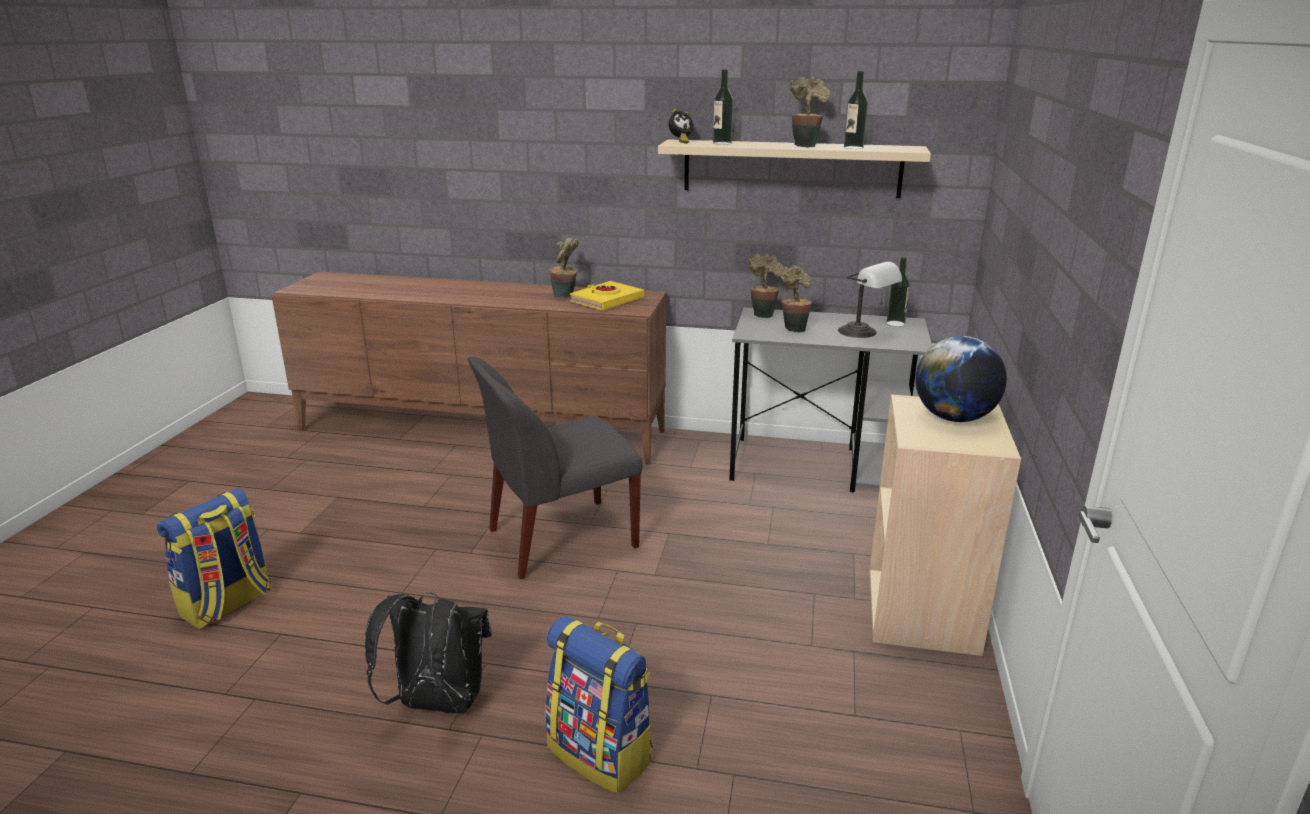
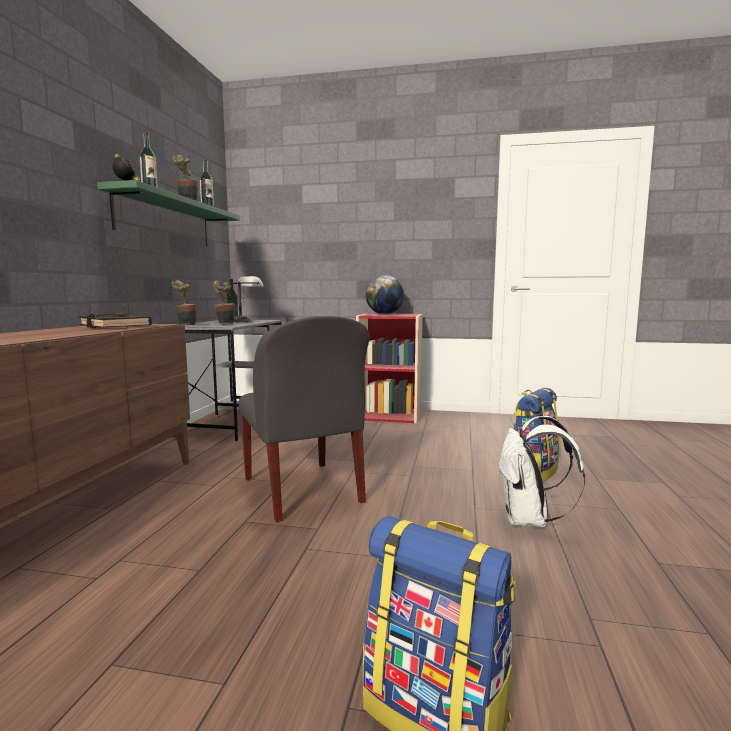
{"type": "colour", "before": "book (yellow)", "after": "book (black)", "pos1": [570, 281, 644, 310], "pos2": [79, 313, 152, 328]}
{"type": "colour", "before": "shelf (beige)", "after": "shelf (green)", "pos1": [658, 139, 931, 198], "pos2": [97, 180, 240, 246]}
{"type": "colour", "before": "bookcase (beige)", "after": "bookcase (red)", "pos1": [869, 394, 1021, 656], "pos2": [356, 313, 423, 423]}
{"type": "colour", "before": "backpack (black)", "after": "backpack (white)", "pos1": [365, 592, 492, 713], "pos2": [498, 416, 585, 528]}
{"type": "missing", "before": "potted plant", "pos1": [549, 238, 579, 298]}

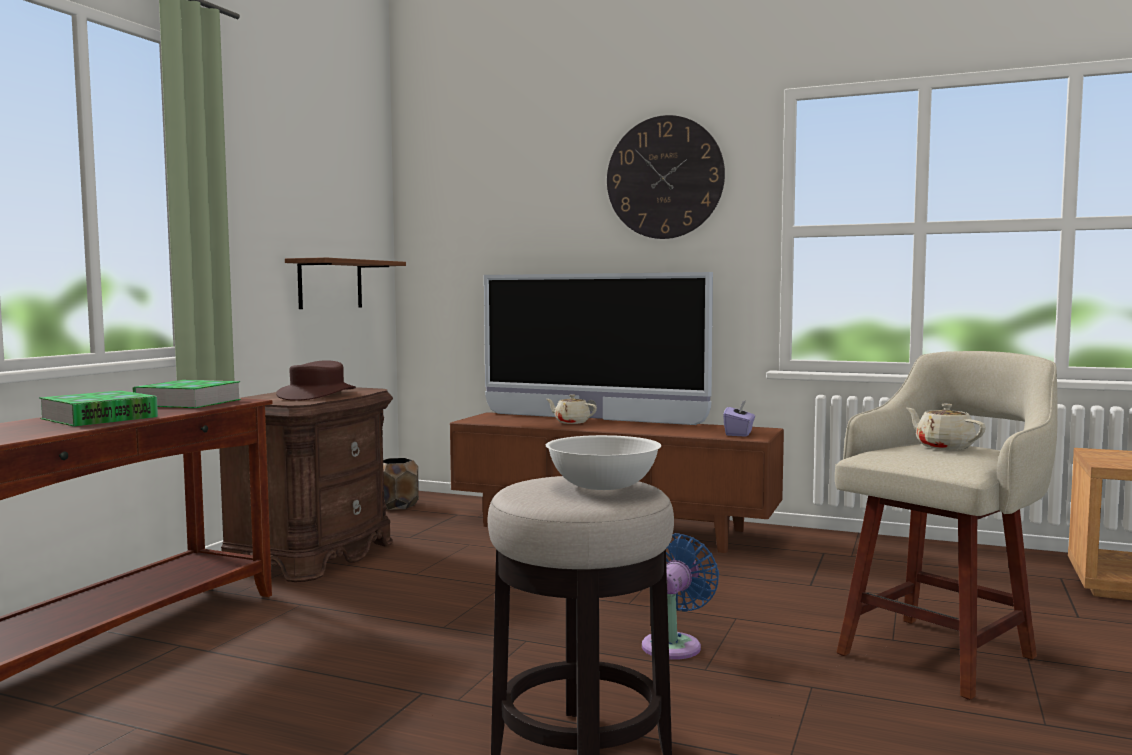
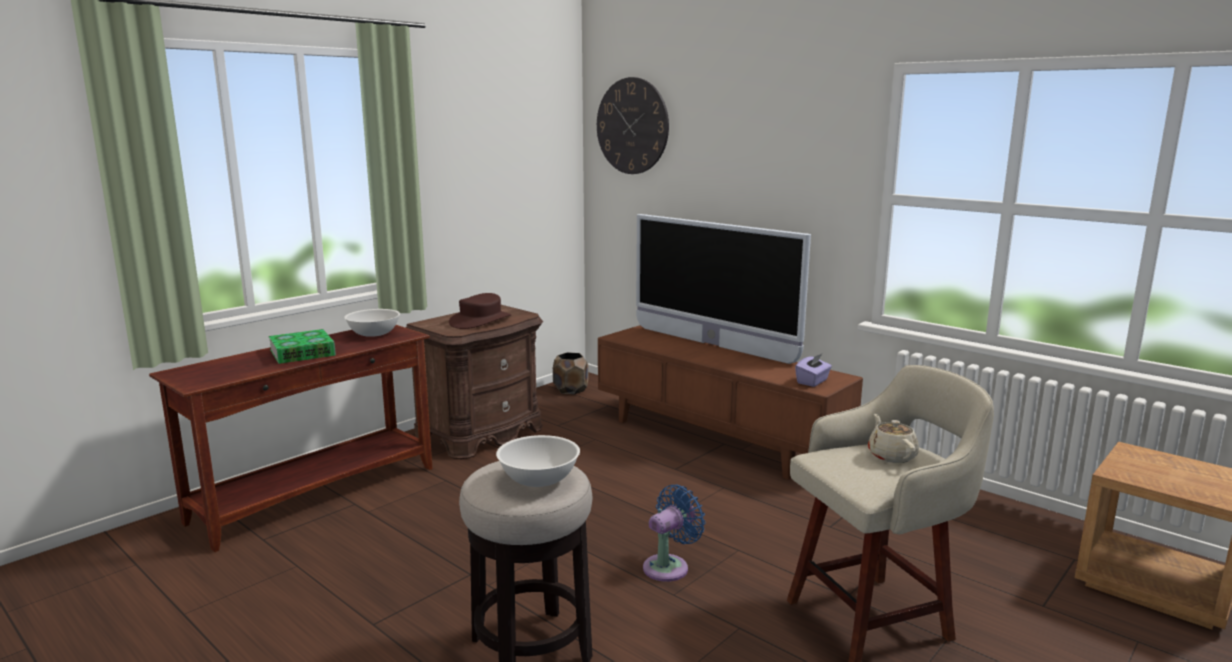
{"type": "exchanged", "before": "book", "after": "bowl (white)", "pos1": [132, 380, 241, 408], "pos2": [344, 309, 400, 337]}
{"type": "relocated", "before": "wall clock", "pos1": [607, 115, 725, 239], "pos2": [597, 77, 669, 174]}
{"type": "missing", "before": "shelf", "pos1": [285, 257, 406, 309]}
{"type": "missing", "before": "teapot (beige)", "pos1": [546, 394, 597, 424]}

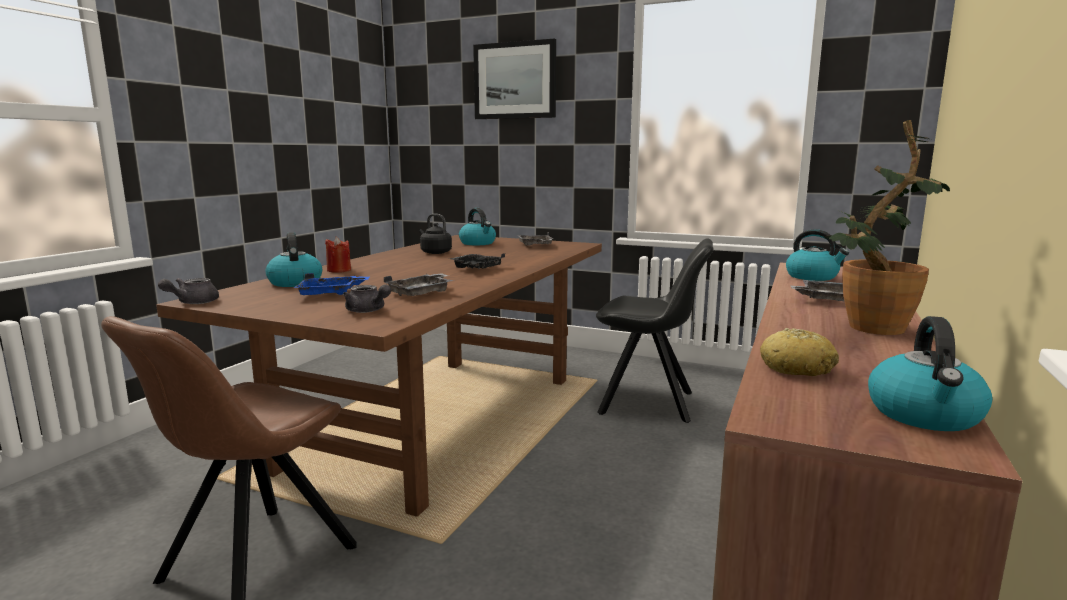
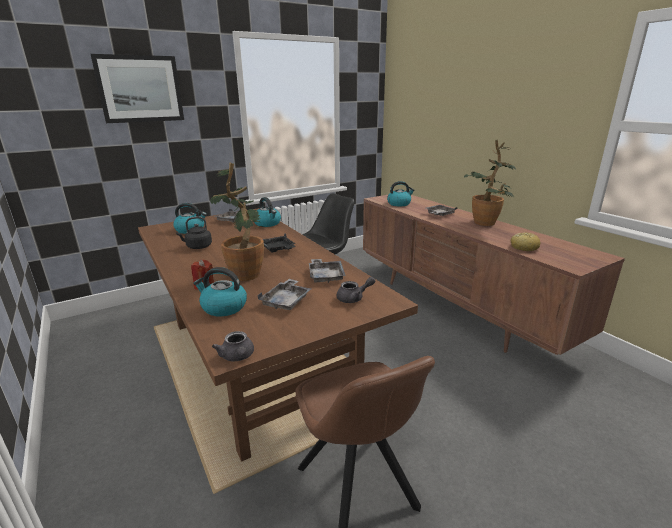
{"type": "appeared", "after": "potted plant", "pos2": [210, 162, 264, 281]}
{"type": "relocated", "before": "kettle", "pos1": [868, 316, 992, 431], "pos2": [254, 197, 281, 227]}
{"type": "colour", "before": "tray (blue)", "after": "tray (grey)", "pos1": [294, 273, 369, 295], "pos2": [257, 279, 311, 310]}

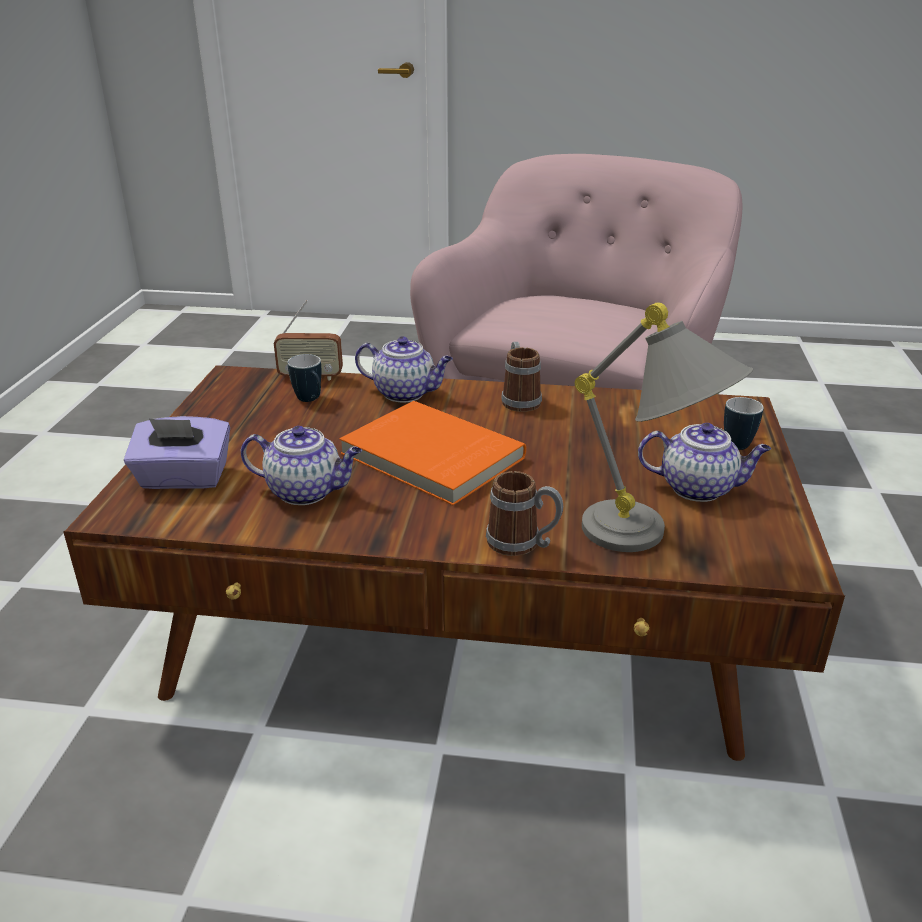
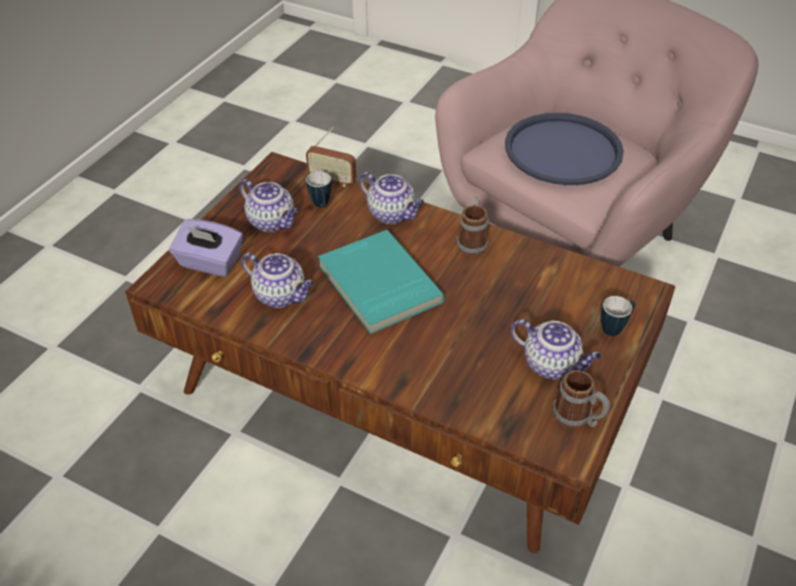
{"type": "appeared", "after": "teapot", "pos2": [240, 179, 298, 232]}
{"type": "colour", "before": "book (orange)", "after": "book (turquoise)", "pos1": [340, 401, 526, 505], "pos2": [318, 230, 445, 334]}
{"type": "appeared", "after": "tray (blue)", "pos2": [505, 113, 624, 185]}
{"type": "relocated", "before": "mug", "pos1": [486, 471, 563, 556], "pos2": [553, 370, 610, 428]}
{"type": "missing", "before": "table lamp (grey)", "pos1": [575, 302, 753, 552]}

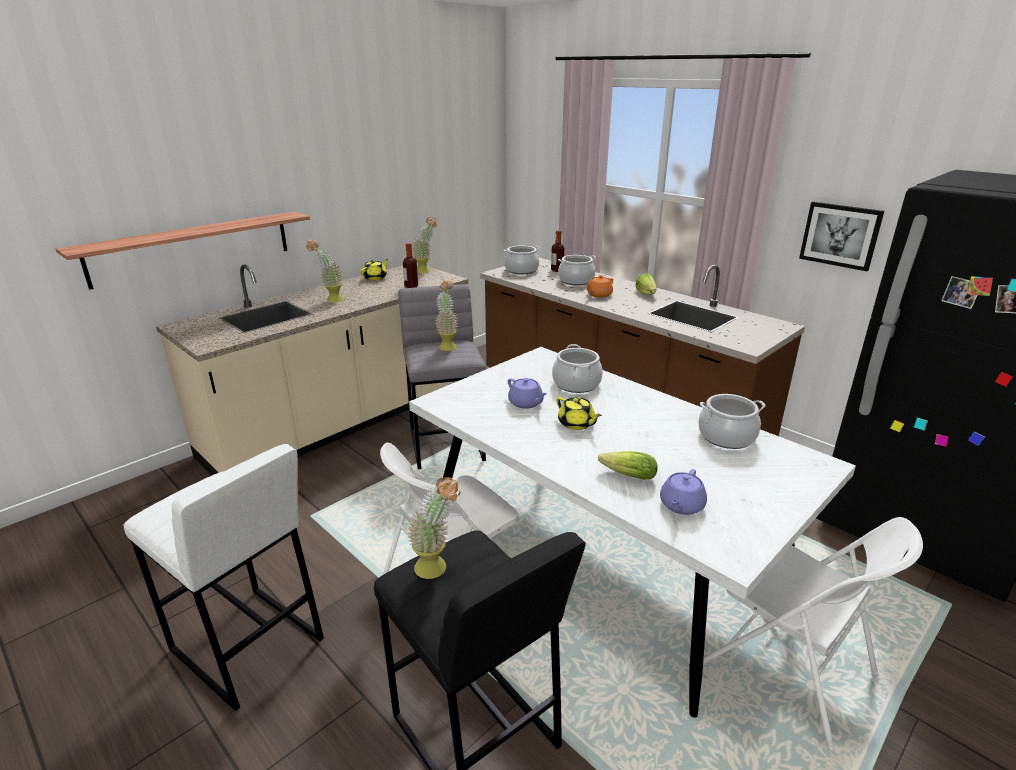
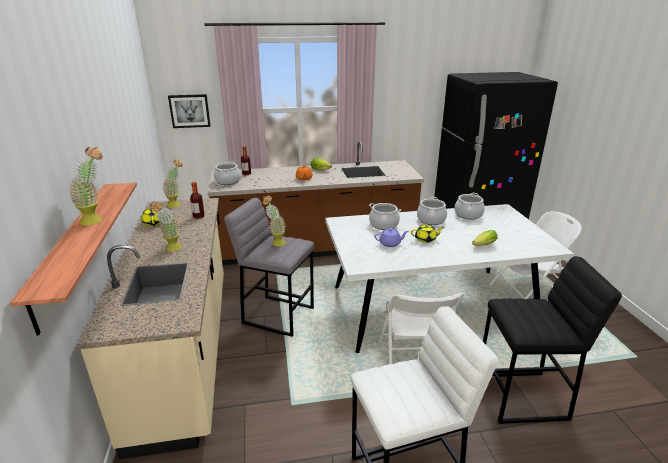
{"type": "relocated", "before": "potted plant", "pos1": [408, 477, 461, 579], "pos2": [69, 147, 103, 225]}
{"type": "relocated", "before": "picture", "pos1": [799, 202, 884, 271], "pos2": [168, 94, 211, 128]}
{"type": "relocated", "before": "cooking pot", "pos1": [558, 255, 596, 286], "pos2": [417, 197, 447, 225]}
{"type": "missing", "before": "teapot (purple)", "pos1": [660, 469, 707, 515]}

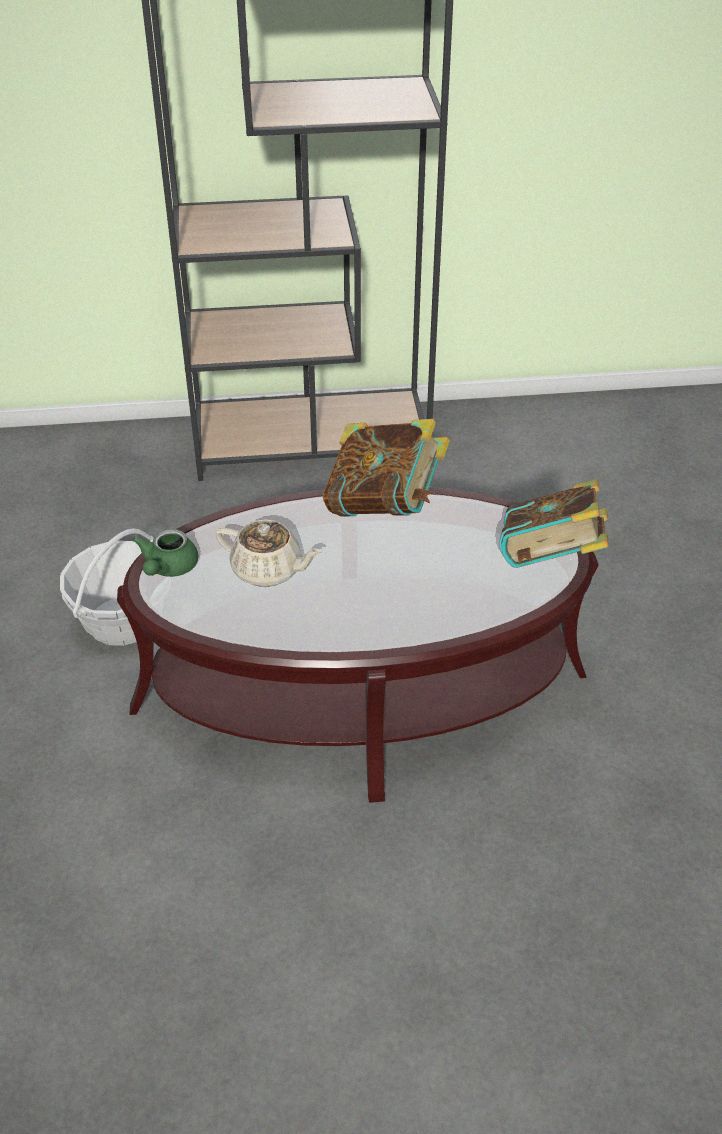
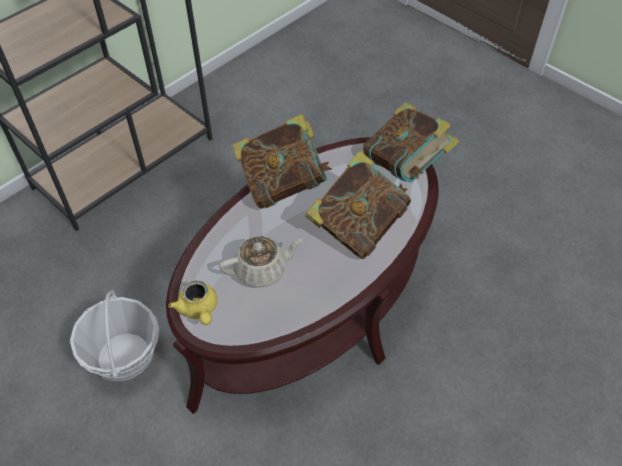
{"type": "colour", "before": "teapot (green)", "after": "teapot (yellow)", "pos1": [133, 529, 198, 577], "pos2": [168, 280, 217, 325]}
{"type": "appeared", "after": "book", "pos2": [305, 151, 411, 259]}

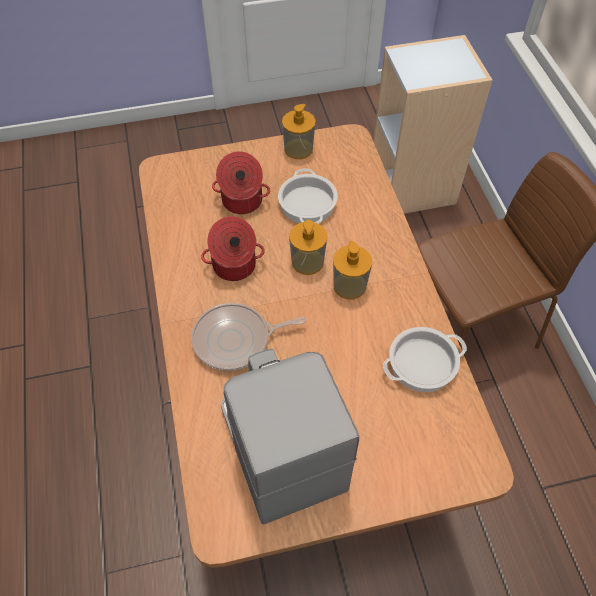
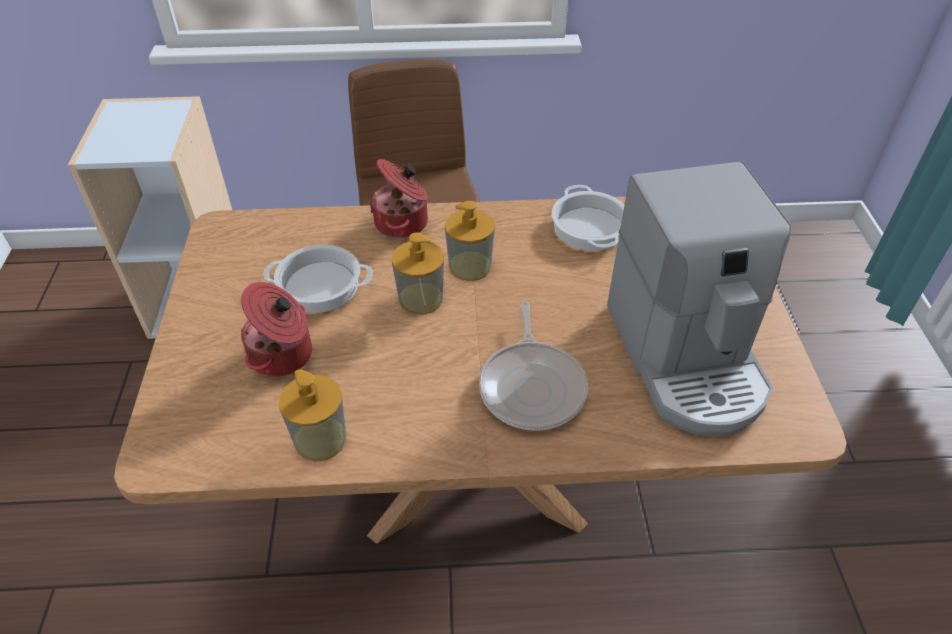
{"type": "relocated", "before": "soap dispenser", "pos1": [282, 104, 316, 159], "pos2": [279, 369, 346, 462]}
{"type": "relocated", "before": "cooking pot", "pos1": [201, 216, 265, 281], "pos2": [370, 159, 428, 238]}
{"type": "spun", "before": "coffee machine", "pos1": [221, 349, 359, 524], "pos2": [607, 162, 792, 437], "turn": -90}

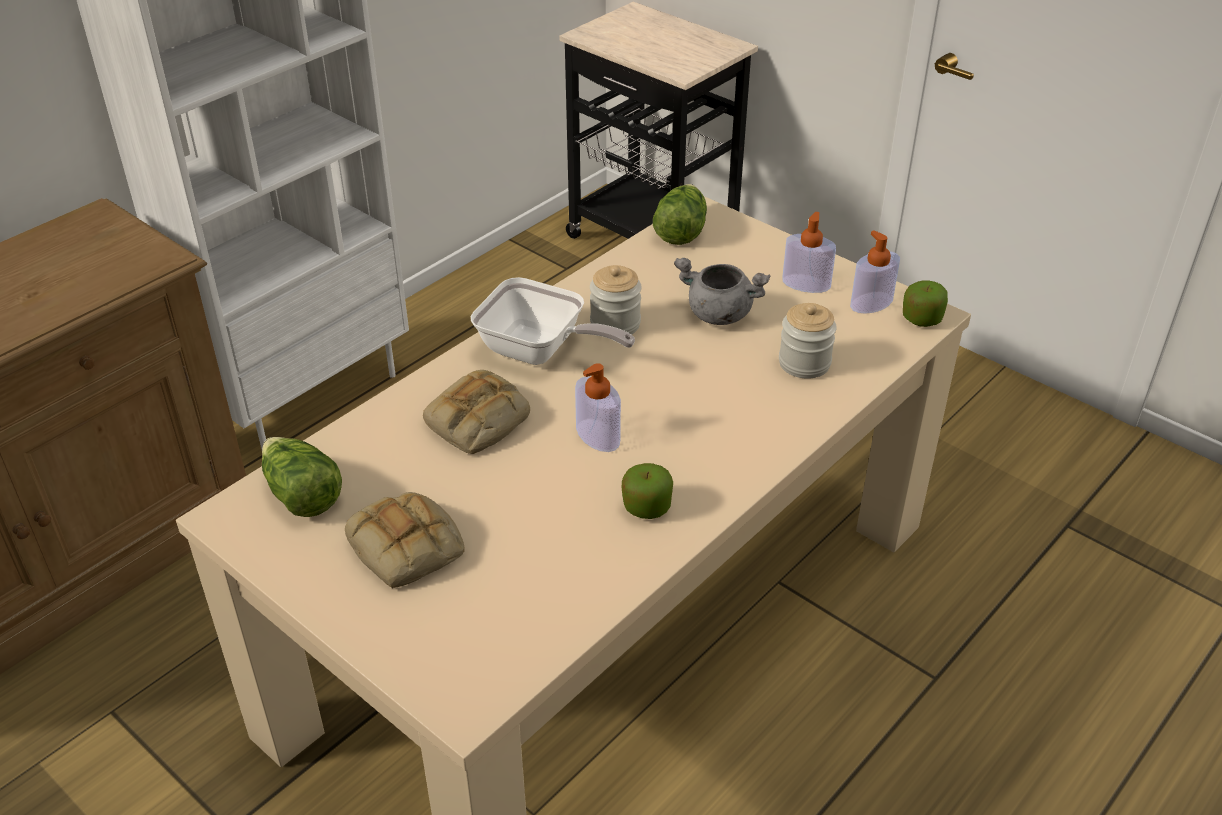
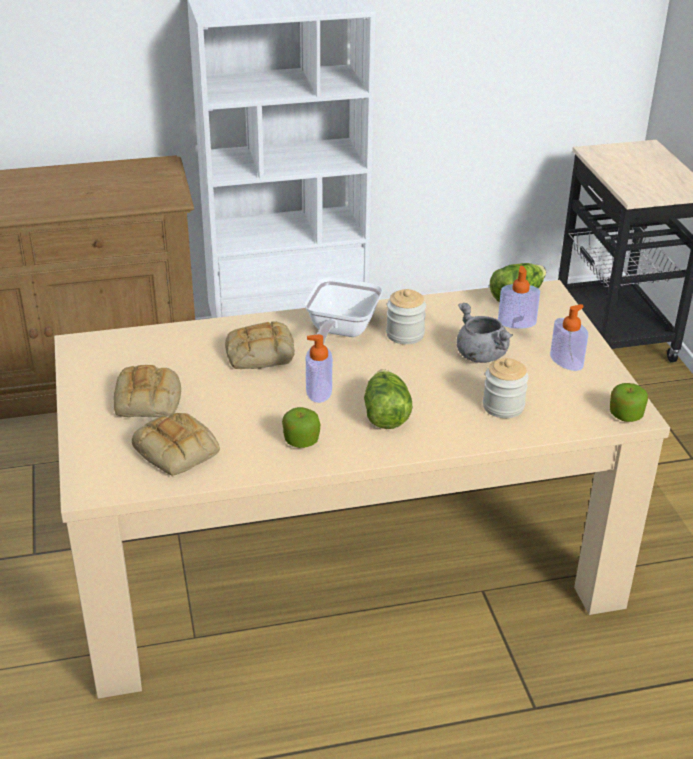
{"type": "appeared", "after": "bread", "pos2": [132, 413, 220, 476]}
{"type": "spun", "before": "frying pan", "pos1": [471, 277, 635, 365], "pos2": [304, 277, 383, 345], "turn": 45}
{"type": "relocated", "before": "lettuce", "pos1": [262, 437, 342, 517], "pos2": [364, 369, 412, 429]}
{"type": "relocated", "before": "soap dispenser", "pos1": [850, 230, 900, 314], "pos2": [498, 266, 540, 329]}

